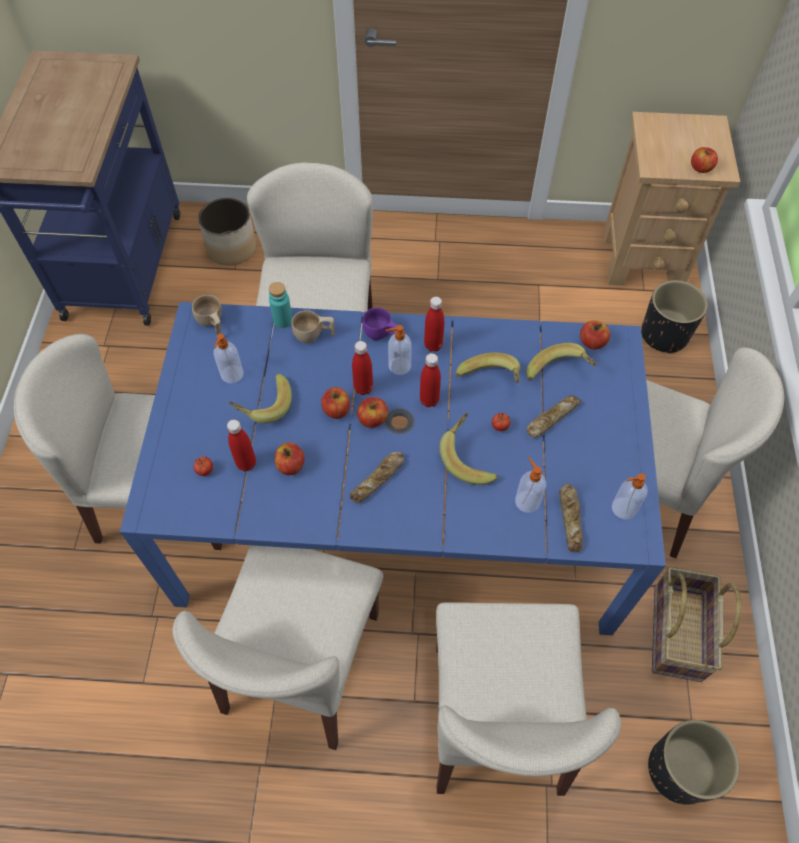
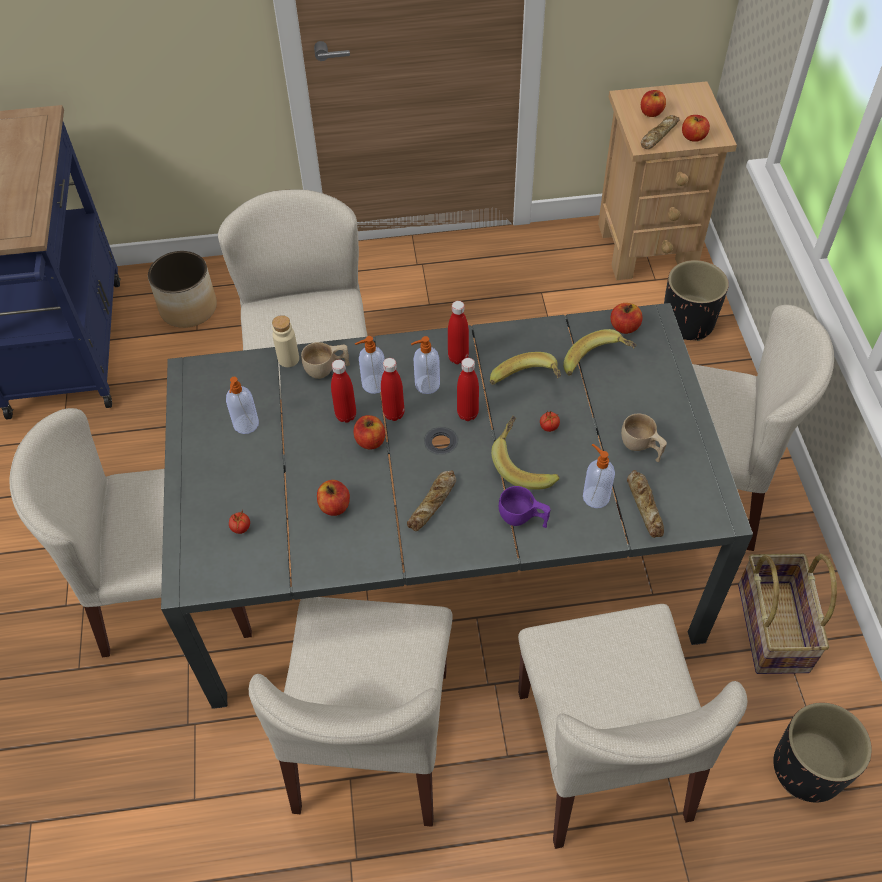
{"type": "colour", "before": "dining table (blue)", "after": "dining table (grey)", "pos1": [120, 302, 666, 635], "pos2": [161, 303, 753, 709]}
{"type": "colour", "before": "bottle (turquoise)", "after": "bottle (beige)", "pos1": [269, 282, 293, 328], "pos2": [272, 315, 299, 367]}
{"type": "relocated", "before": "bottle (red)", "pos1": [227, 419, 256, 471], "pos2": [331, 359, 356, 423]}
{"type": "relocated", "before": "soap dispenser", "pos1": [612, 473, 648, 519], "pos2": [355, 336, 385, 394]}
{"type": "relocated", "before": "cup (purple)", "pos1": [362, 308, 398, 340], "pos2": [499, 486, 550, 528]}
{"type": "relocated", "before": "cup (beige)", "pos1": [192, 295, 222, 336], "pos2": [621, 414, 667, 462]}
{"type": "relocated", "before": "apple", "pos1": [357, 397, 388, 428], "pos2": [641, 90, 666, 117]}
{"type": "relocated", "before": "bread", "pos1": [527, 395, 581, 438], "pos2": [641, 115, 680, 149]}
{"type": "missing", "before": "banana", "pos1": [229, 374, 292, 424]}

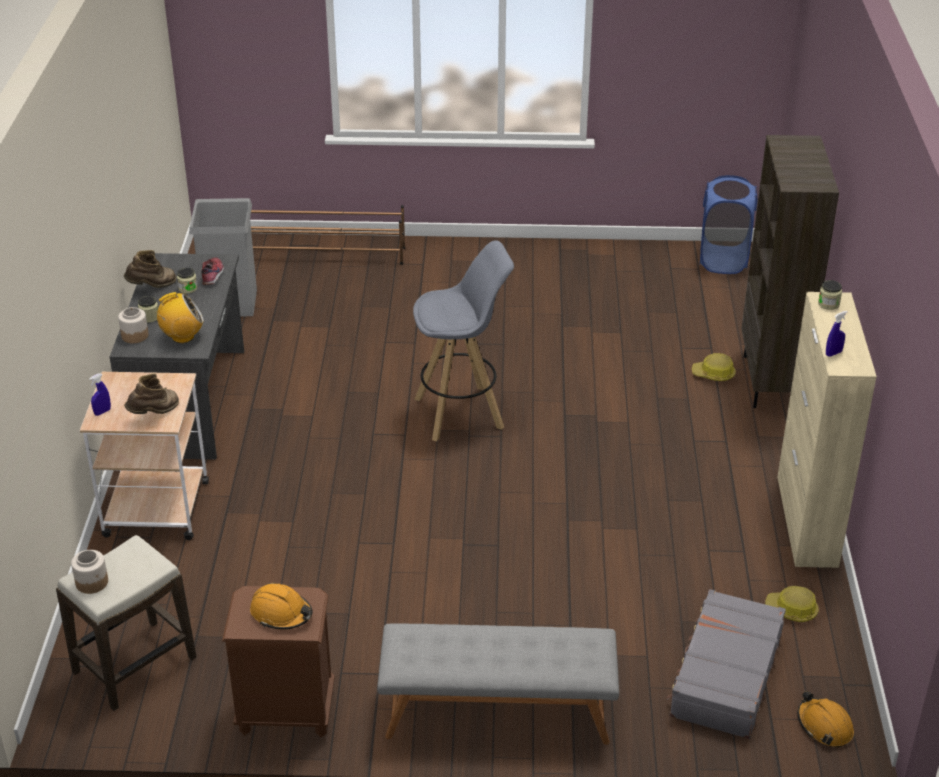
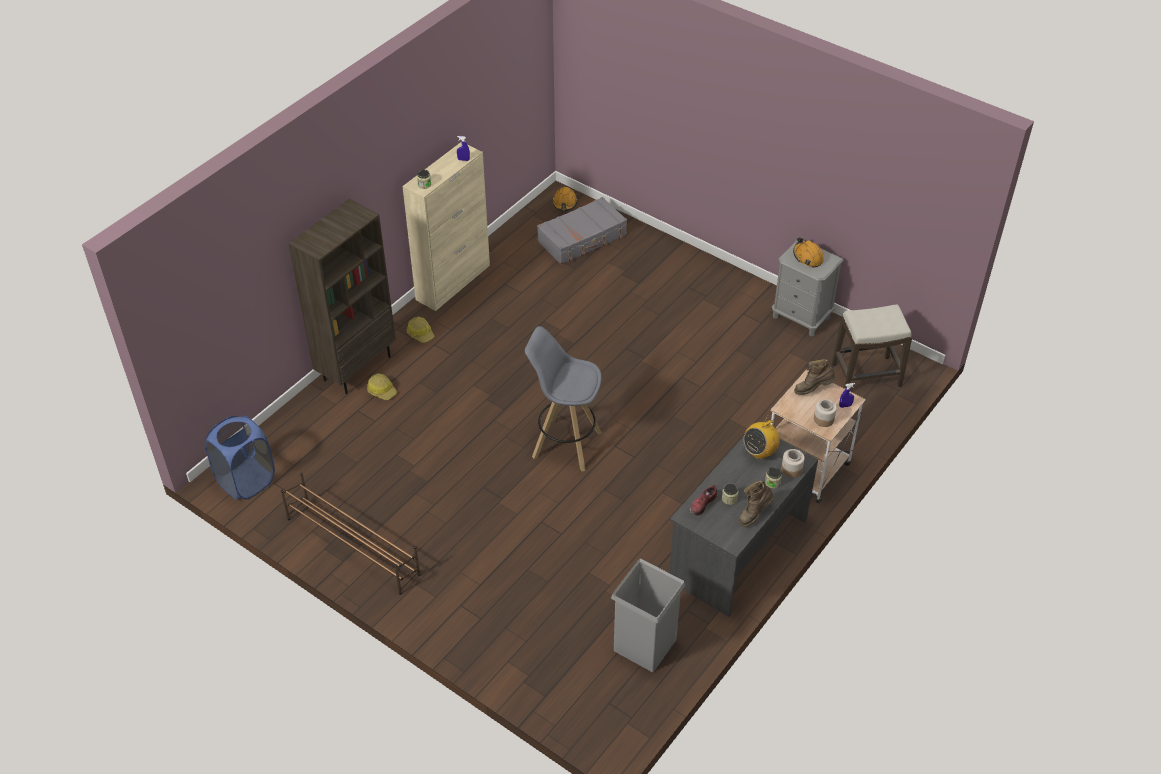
{"type": "relocated", "before": "shoe rack (brown)", "pos1": [251, 205, 405, 265], "pos2": [281, 473, 421, 595]}
{"type": "relocated", "before": "hard hat", "pos1": [765, 586, 818, 622], "pos2": [407, 316, 434, 343]}
{"type": "spun", "before": "boot (brown)", "pos1": [124, 250, 177, 288], "pos2": [738, 481, 775, 527], "turn": -45}
{"type": "spun", "before": "radio", "pos1": [156, 292, 204, 343], "pos2": [743, 419, 780, 459], "turn": -60}
{"type": "colour", "before": "nightstand (brown)", "after": "nightstand (grey)", "pos1": [222, 586, 335, 737], "pos2": [772, 240, 844, 336]}
{"type": "relocated", "before": "jar", "pos1": [71, 550, 108, 594], "pos2": [814, 399, 837, 427]}
{"type": "missing", "before": "bench (grey)", "pos1": [377, 624, 619, 745]}

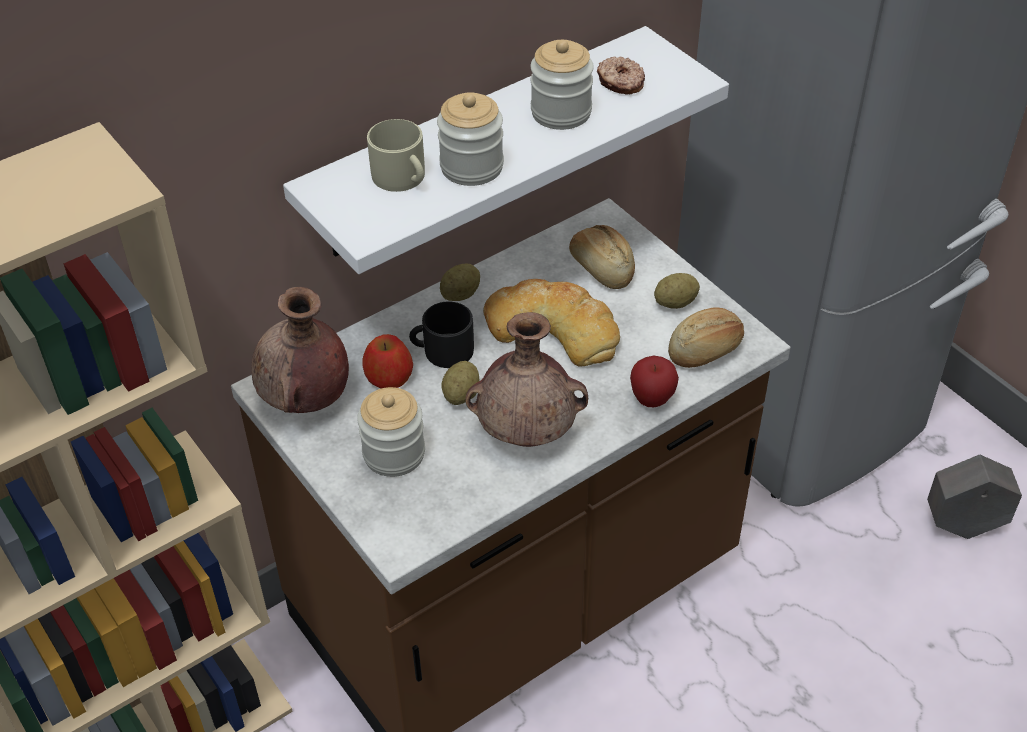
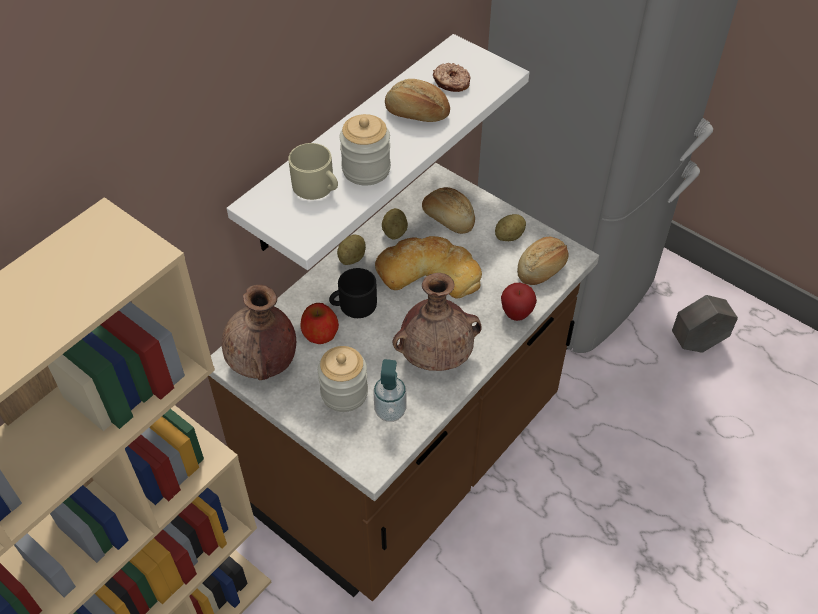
{"type": "appeared", "after": "soap dispenser", "pos2": [373, 359, 406, 422]}
{"type": "relocated", "before": "potato", "pos1": [441, 361, 480, 405], "pos2": [382, 208, 408, 240]}
{"type": "exchanged", "before": "jar", "after": "bread", "pos1": [531, 40, 594, 130], "pos2": [385, 79, 450, 122]}

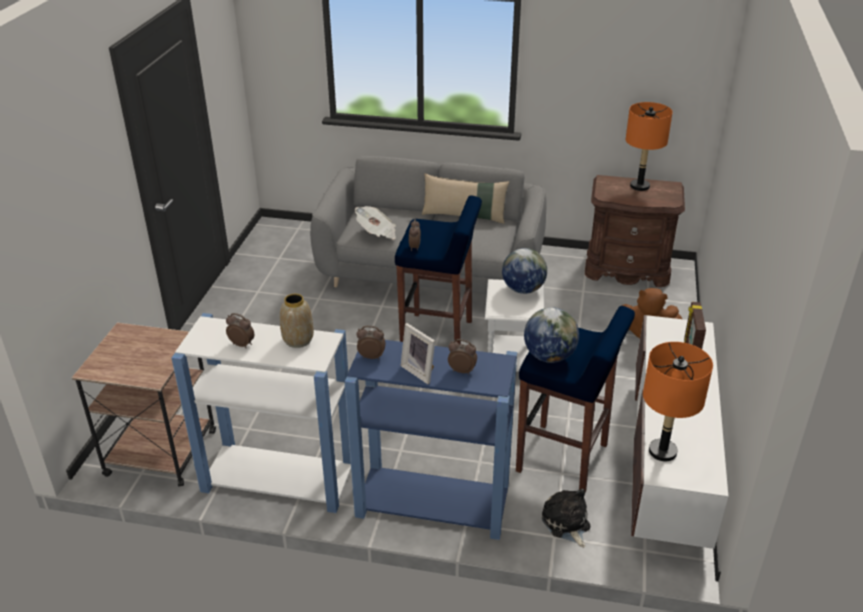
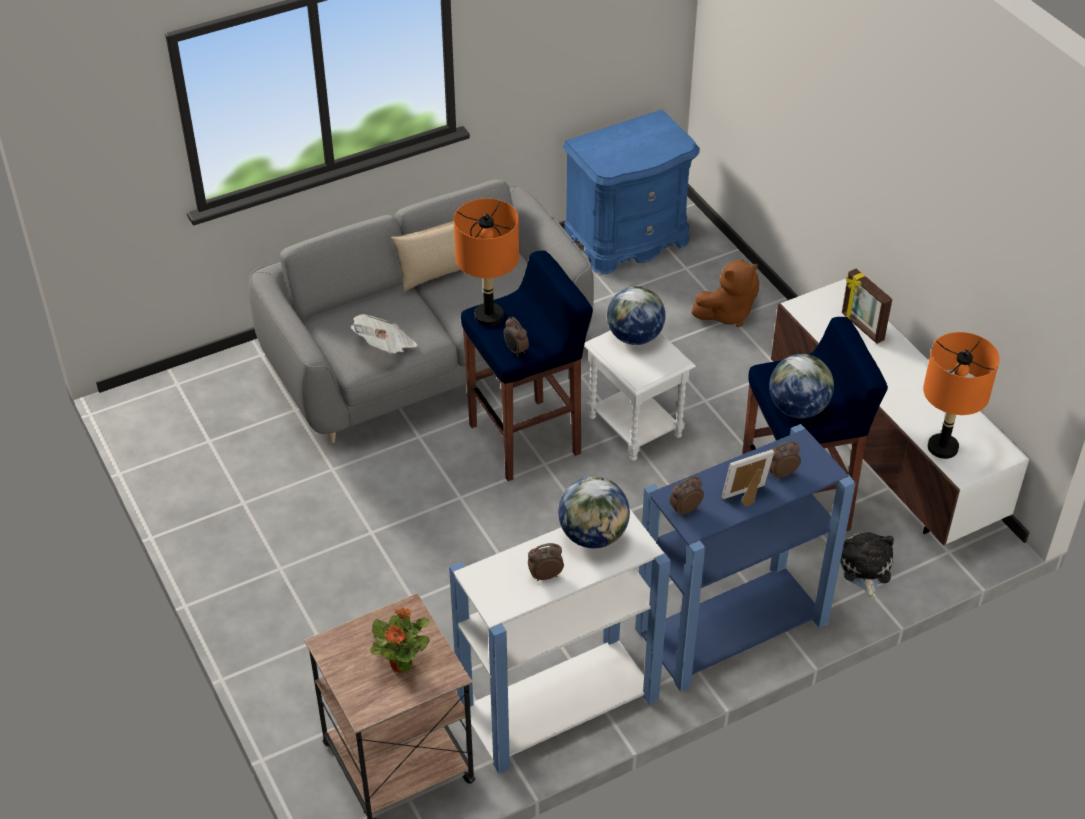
{"type": "appeared", "after": "potted plant", "pos2": [370, 607, 430, 672]}
{"type": "relocated", "before": "table lamp (orange)", "pos1": [626, 102, 673, 191], "pos2": [454, 198, 519, 326]}
{"type": "exchanged", "before": "vase", "after": "globe", "pos1": [280, 294, 314, 348], "pos2": [558, 476, 630, 548]}
{"type": "colour", "before": "nightstand (brown)", "after": "nightstand (blue)", "pos1": [585, 175, 685, 287], "pos2": [562, 109, 700, 274]}
{"type": "spun", "before": "picture frame", "pos1": [401, 323, 435, 384], "pos2": [722, 449, 774, 507], "turn": 150}
{"type": "spun", "before": "plush toy", "pos1": [542, 489, 590, 548], "pos2": [840, 532, 894, 599], "turn": 60}

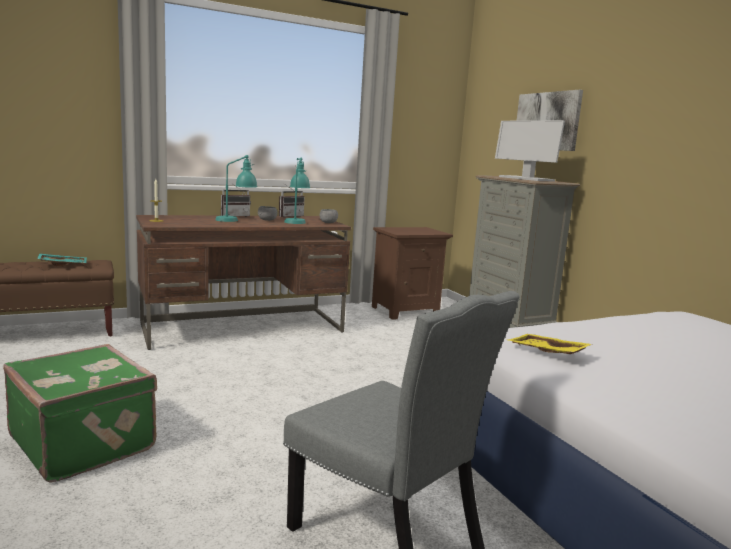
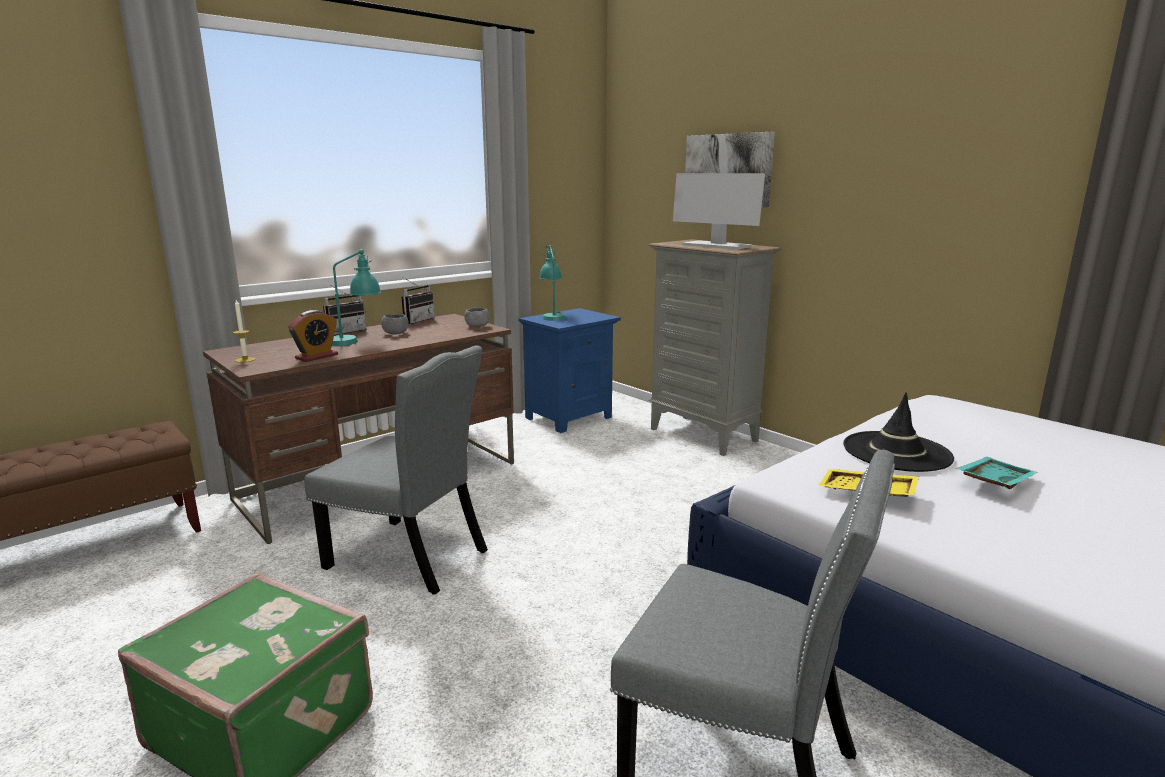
{"type": "appeared", "after": "alarm clock", "pos2": [288, 310, 338, 362]}
{"type": "appeared", "after": "chair (grey)", "pos2": [304, 345, 488, 595]}
{"type": "colour", "before": "nightstand (brown)", "after": "nightstand (blue)", "pos1": [372, 227, 453, 320], "pos2": [518, 308, 621, 433]}
{"type": "relocated", "before": "table lamp (turquoise)", "pos1": [284, 158, 310, 224], "pos2": [539, 245, 566, 321]}
{"type": "appeared", "after": "hat (black)", "pos2": [843, 392, 954, 472]}
{"type": "relocated", "before": "tray (turquoise)", "pos1": [37, 253, 87, 266], "pos2": [955, 457, 1038, 489]}

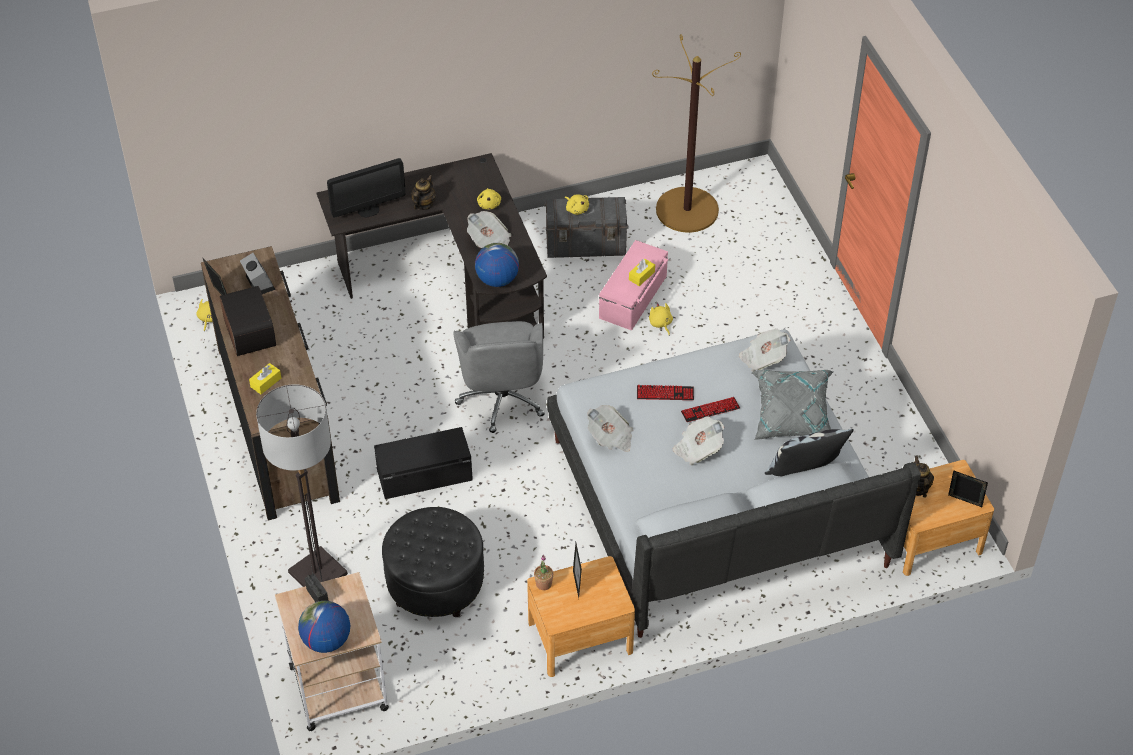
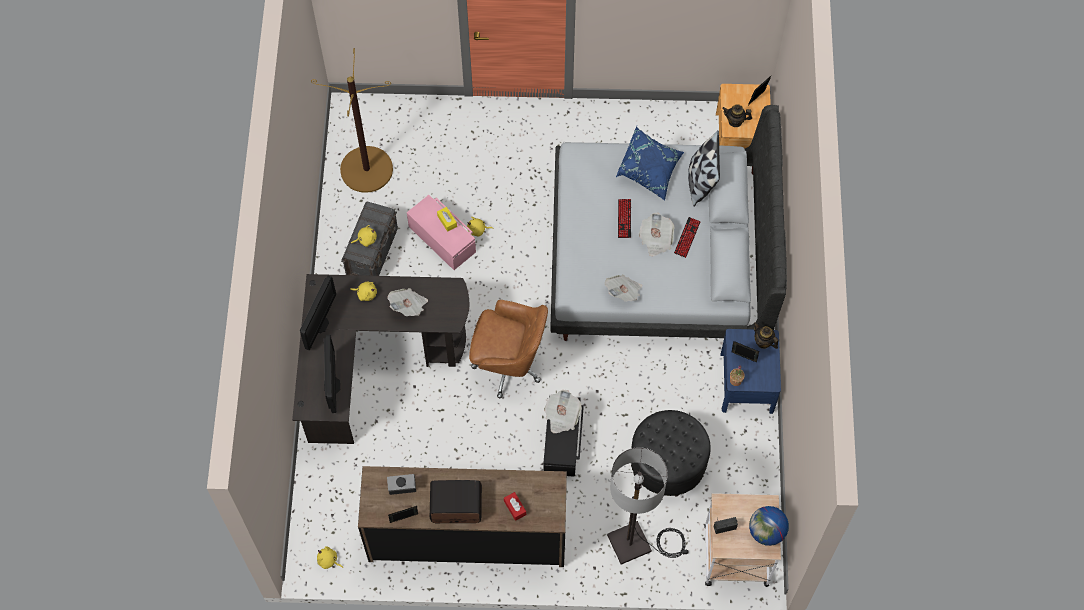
{"type": "appeared", "after": "monitor", "pos2": [300, 276, 336, 351]}
{"type": "colour", "before": "office chair (grey)", "after": "office chair (brown)", "pos1": [453, 321, 545, 433], "pos2": [469, 300, 548, 398]}
{"type": "colour", "before": "tissue box (yellow)", "after": "tissue box (red)", "pos1": [249, 363, 281, 394], "pos2": [504, 492, 526, 521]}
{"type": "relocated", "before": "newspaper", "pos1": [739, 328, 790, 372], "pos2": [544, 390, 582, 433]}
{"type": "colour", "before": "pillow (grey)", "after": "pillow (blue)", "pos1": [752, 370, 833, 440], "pos2": [616, 126, 684, 201]}
{"type": "relocated", "before": "keyboard", "pos1": [637, 385, 694, 400], "pos2": [674, 217, 701, 258]}
{"type": "colour", "before": "nightstand (brown)", "after": "nightstand (blue)", "pos1": [527, 556, 635, 677], "pos2": [721, 329, 781, 414]}
{"type": "relocated", "before": "teapot", "pos1": [411, 175, 436, 210], "pos2": [754, 322, 778, 349]}
{"type": "missing", "before": "globe", "pos1": [475, 243, 519, 287]}

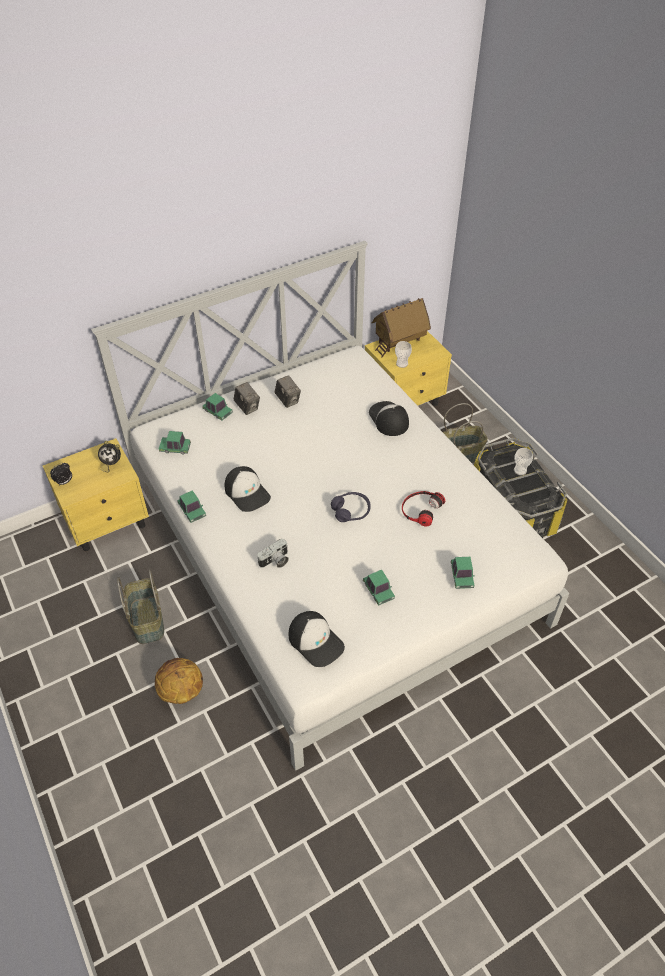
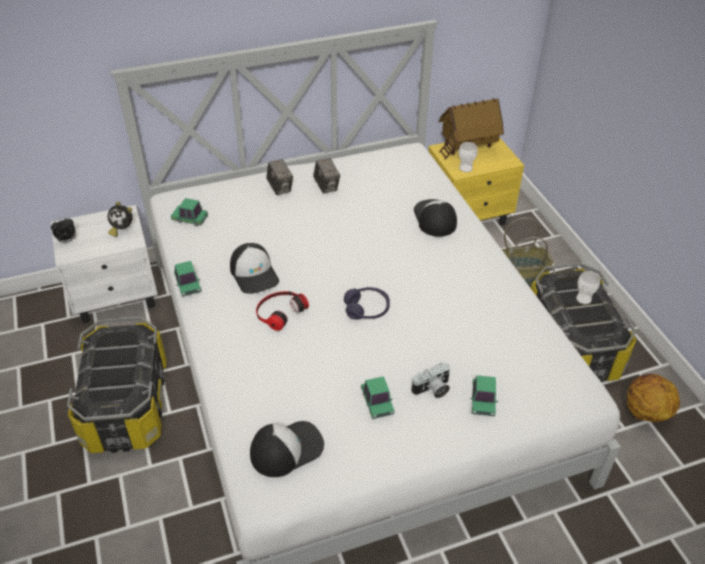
{"type": "colour", "before": "nightstand (yellow)", "after": "nightstand (white)", "pos1": [43, 438, 149, 551], "pos2": [51, 205, 158, 323]}
{"type": "exchanged", "before": "basket", "after": "storage box", "pos1": [117, 569, 164, 644], "pos2": [67, 316, 166, 453]}
{"type": "spun", "before": "cap", "pos1": [289, 611, 345, 667], "pos2": [250, 421, 324, 477], "turn": -90}
{"type": "relocated", "before": "headphones", "pos1": [402, 491, 445, 526], "pos2": [256, 291, 309, 331]}
{"type": "relocated", "before": "photo camera", "pos1": [257, 539, 289, 568], "pos2": [411, 362, 450, 398]}
{"type": "relocated", "before": "basketball", "pos1": [155, 658, 203, 704], "pos2": [627, 374, 680, 422]}
{"type": "missing", "before": "toy car", "pos1": [202, 393, 233, 420]}

